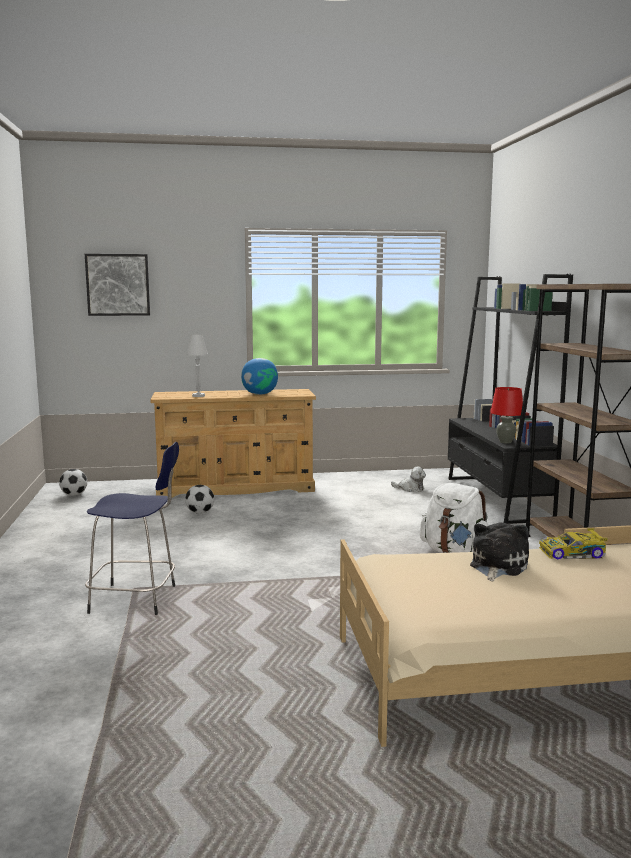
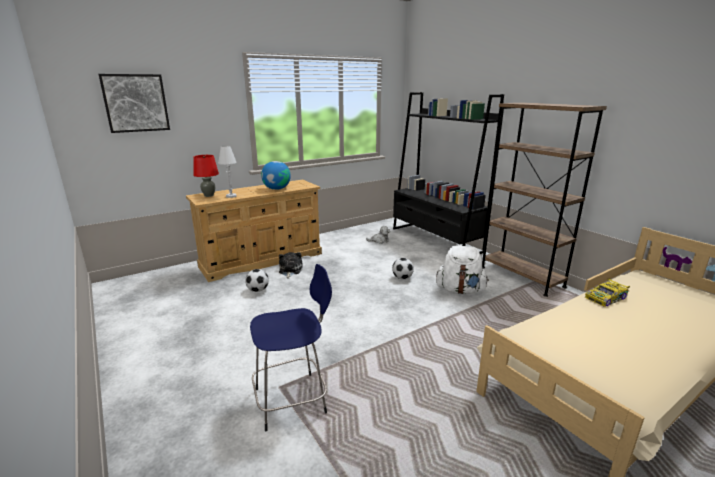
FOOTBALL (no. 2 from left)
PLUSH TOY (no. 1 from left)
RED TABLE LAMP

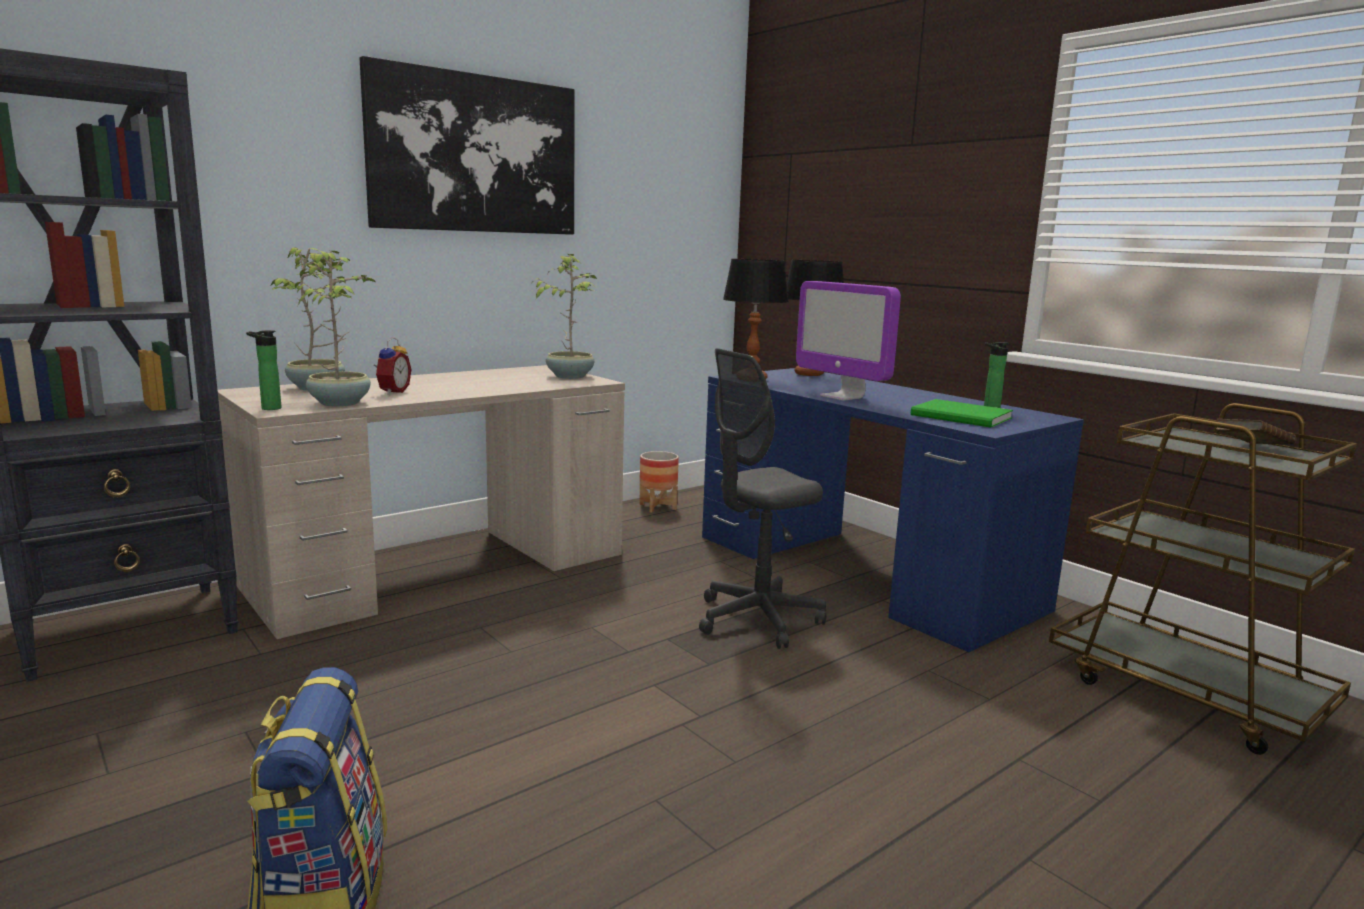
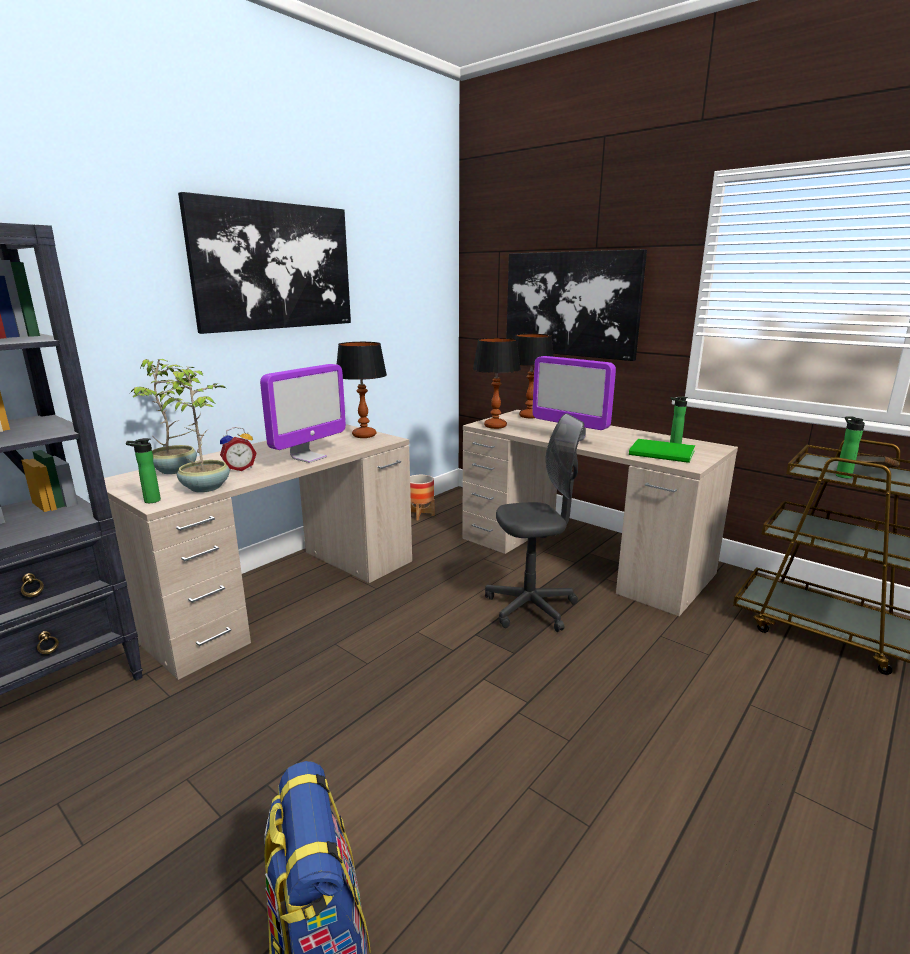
ALARM CLOCK
TABLE LAMP (no. 1 from left)
GREY OFFICE CHAIR
BEIGE DESK (no. 2 from left)
MONITOR (no. 1 from left)
PICTURE (no. 2 from left)
BOTTLE (no. 3 from left)

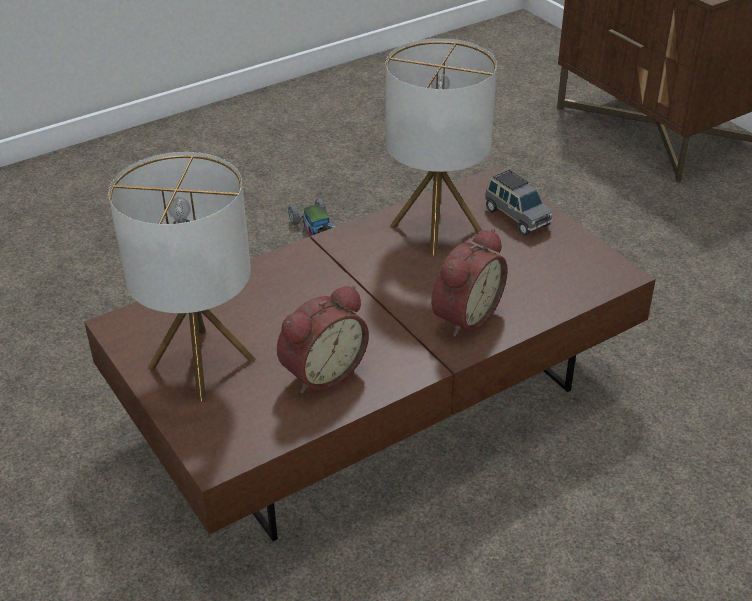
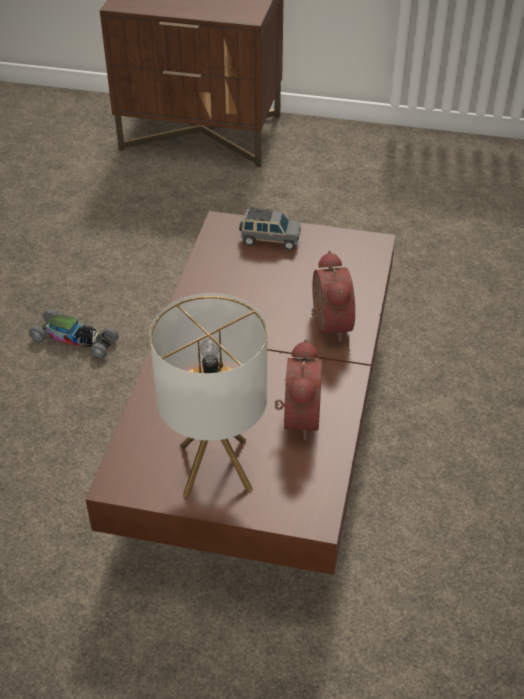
TABLE LAMP (no. 2 from left in the first image)

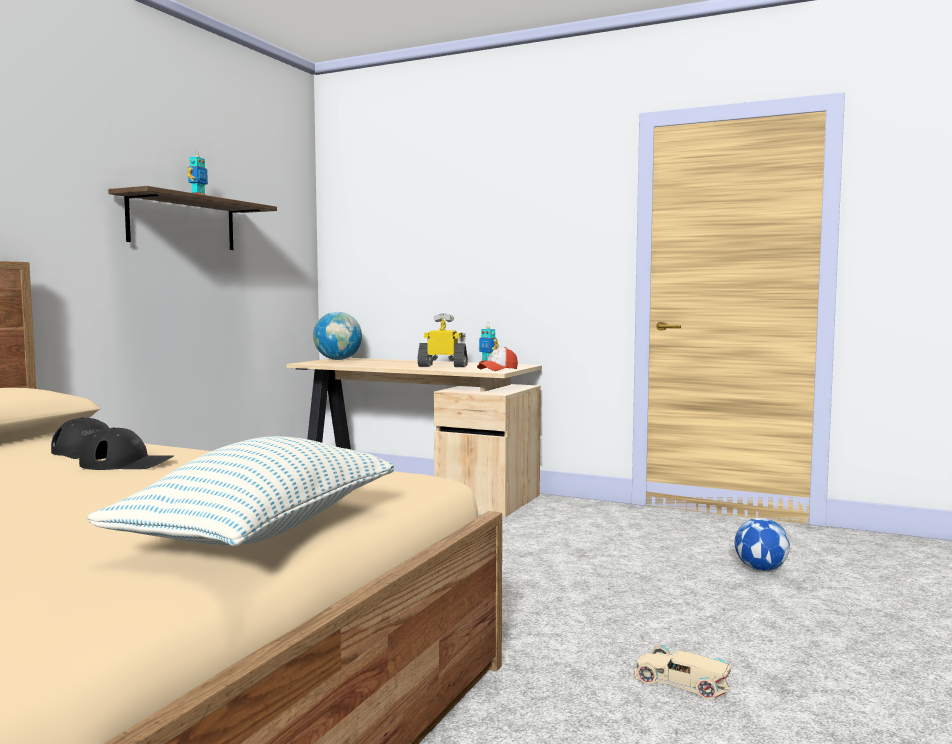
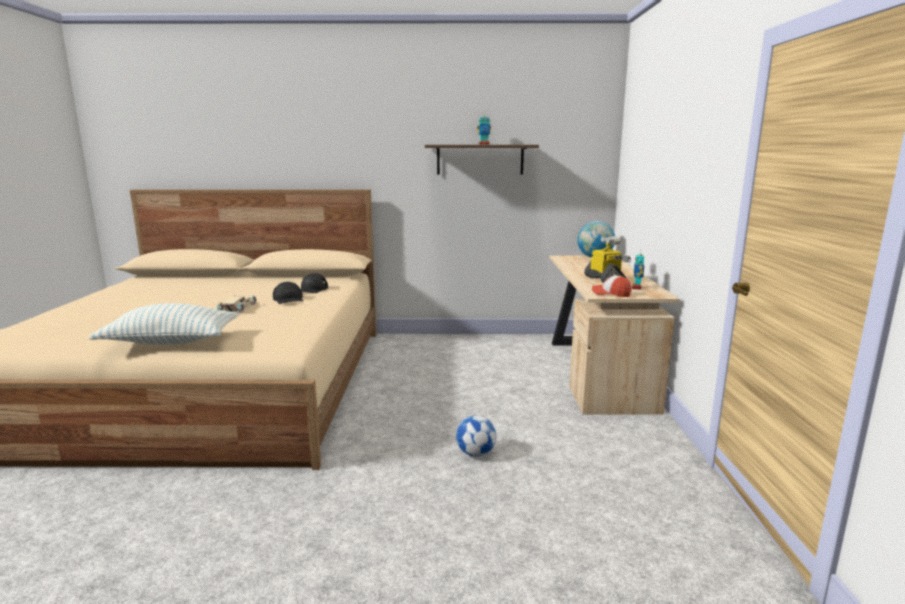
BEIGE TOY CAR
FOOTBALL

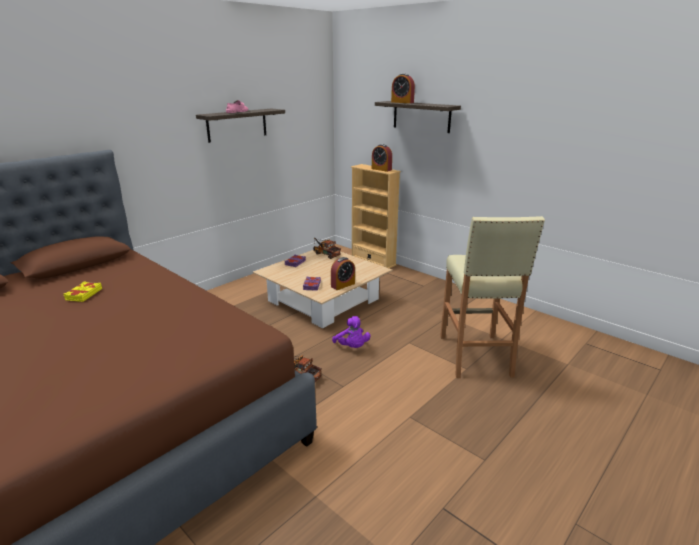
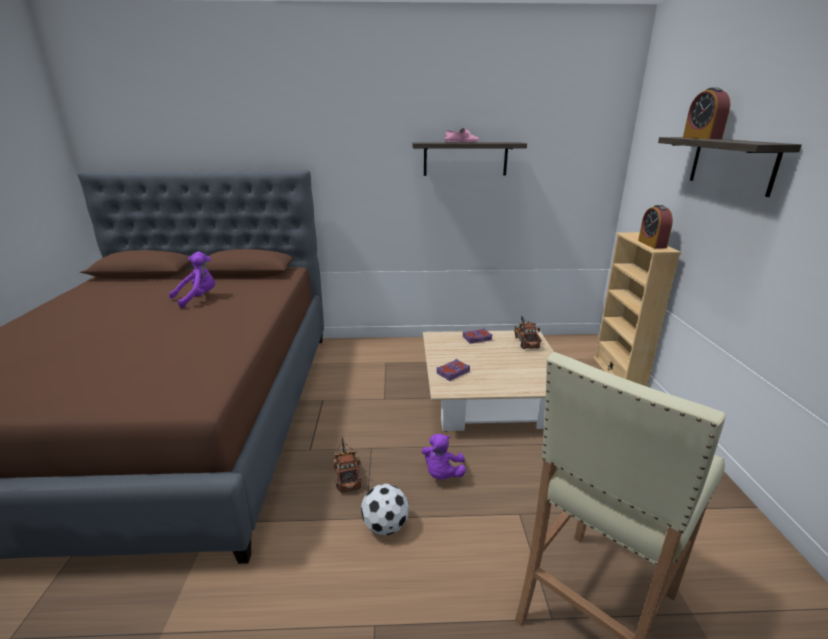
PURPLE PLUSH TOY (no. 1 from left)
ALARM CLOCK (no. 1 from left in the first image)
FOOTBALL

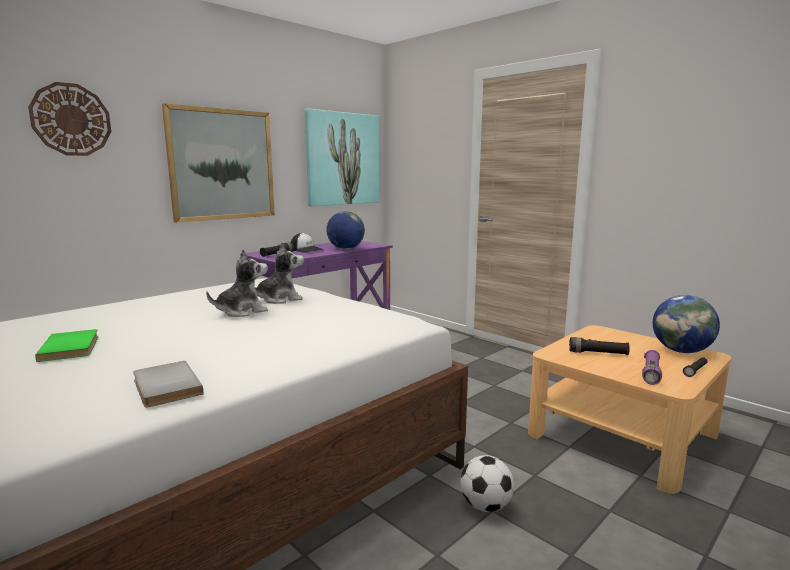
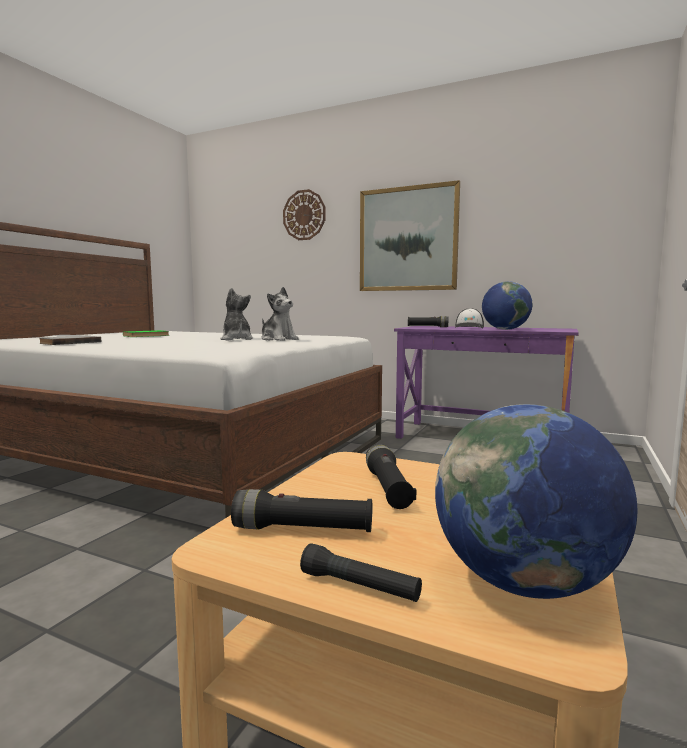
PLUSH TOY (no. 1 from left)
PICTURE (no. 2 from left in the first image)
FOOTBALL
BLACK FLASHLIGHT (no. 1 from left)

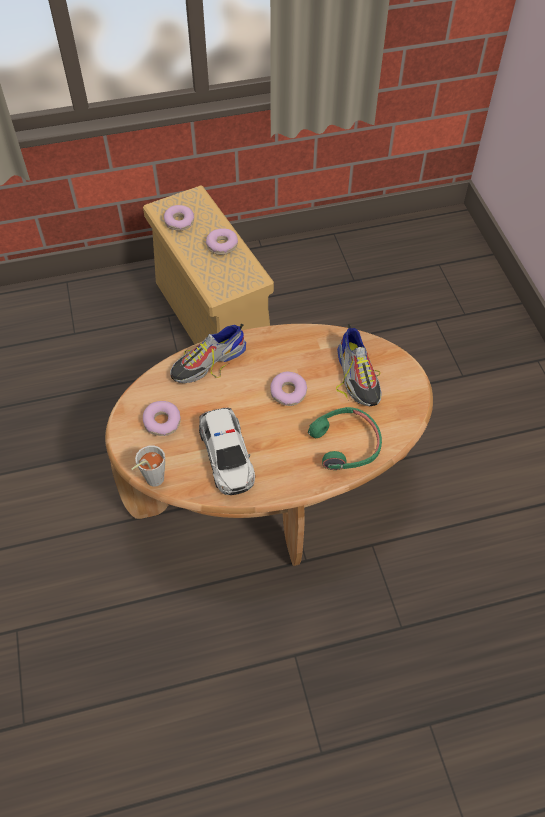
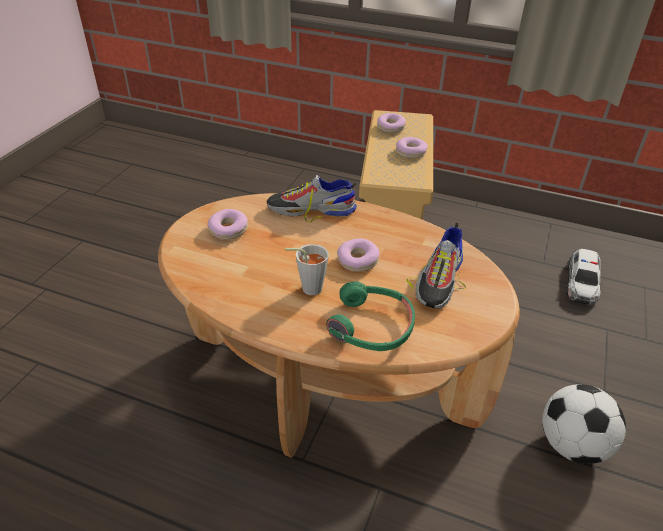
GREY CUP
TOY CAR
FOOTBALL

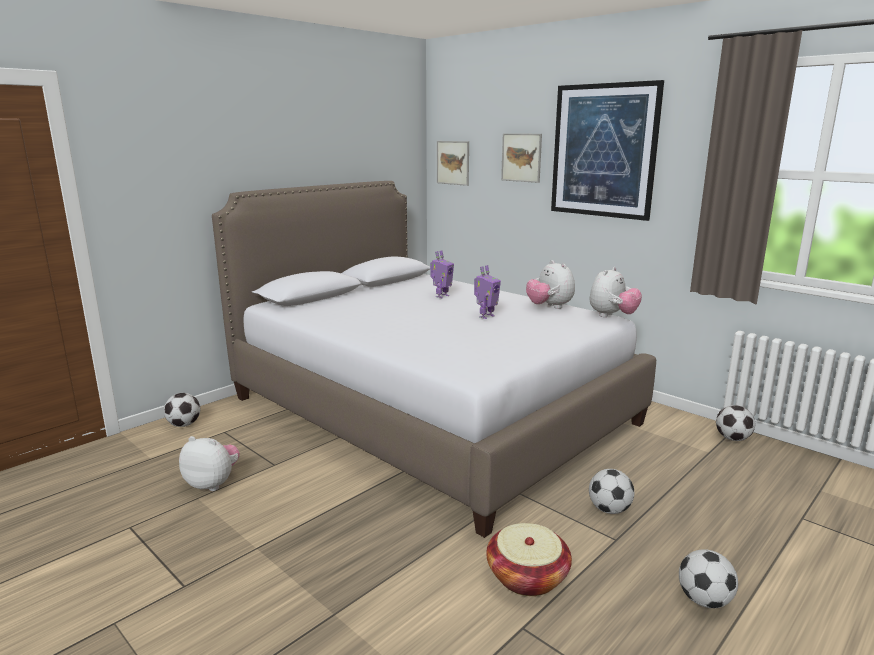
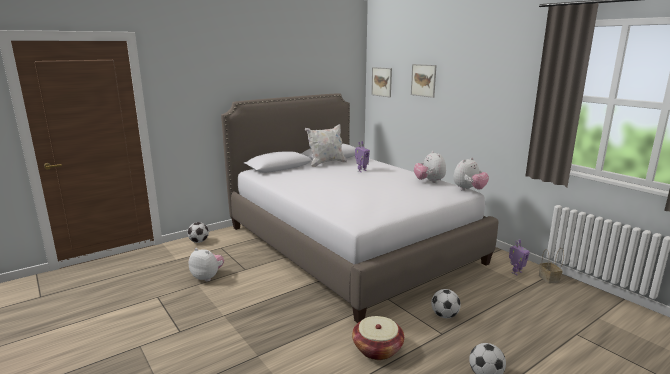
TOY ROBOT (no. 2 from left)
PICTURE (no. 3 from left in the first image)
BASKET (no. 2 from left)
WHITE PILLOW

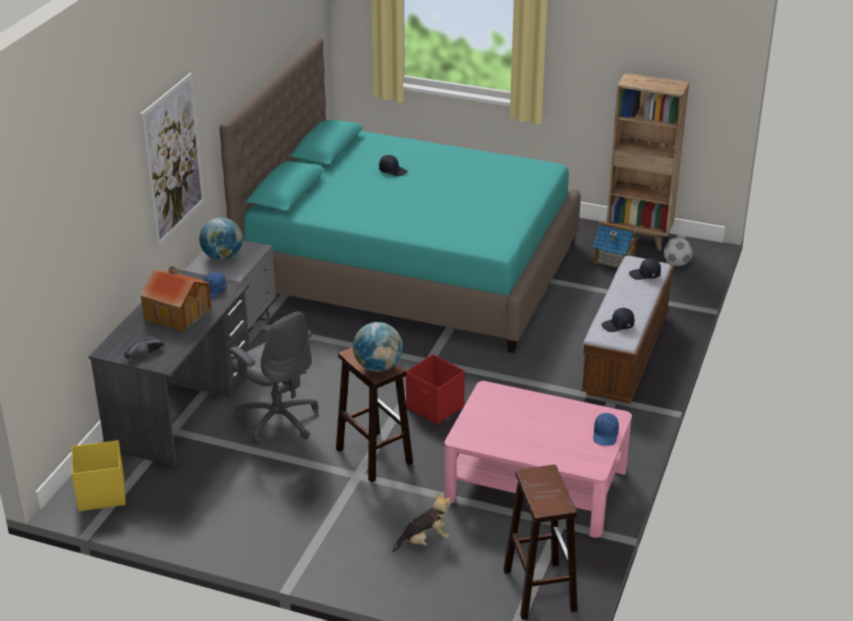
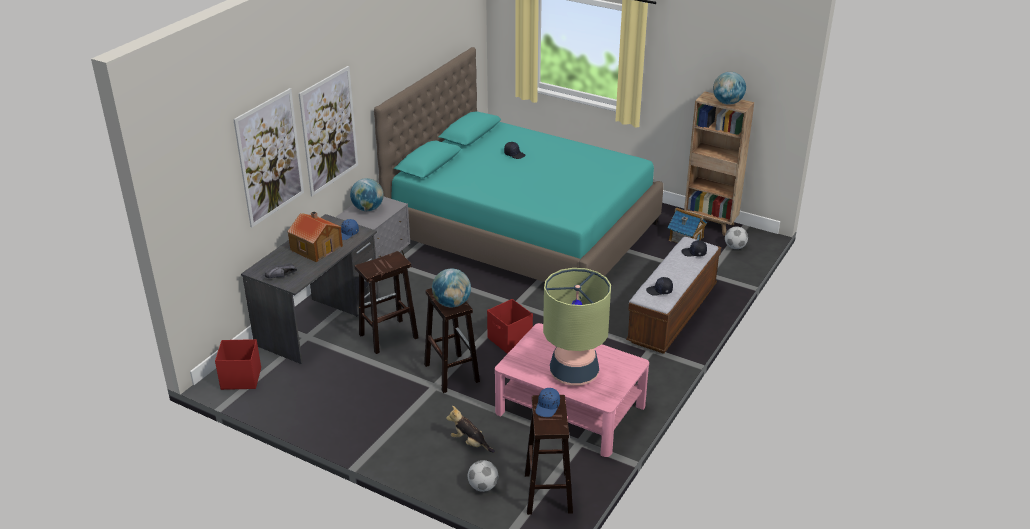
RED STORAGE BOX (no. 1 from left)
BROWN STOOL (no. 1 from left)
PLUSH TOY
BLUE CAP (no. 2 from left)
PICTURE (no. 1 from left)
FOOTBALL (no. 1 from left)
TABLE LAMP
GLOBE (no. 3 from left)

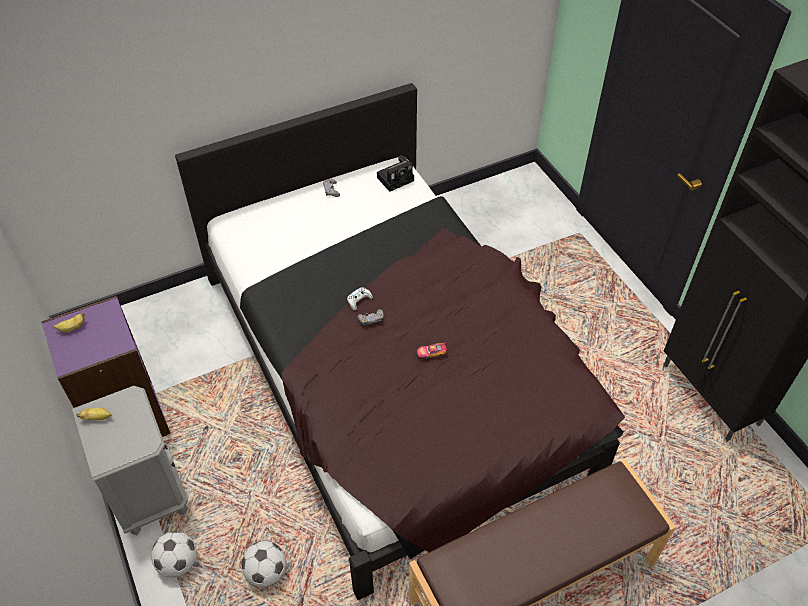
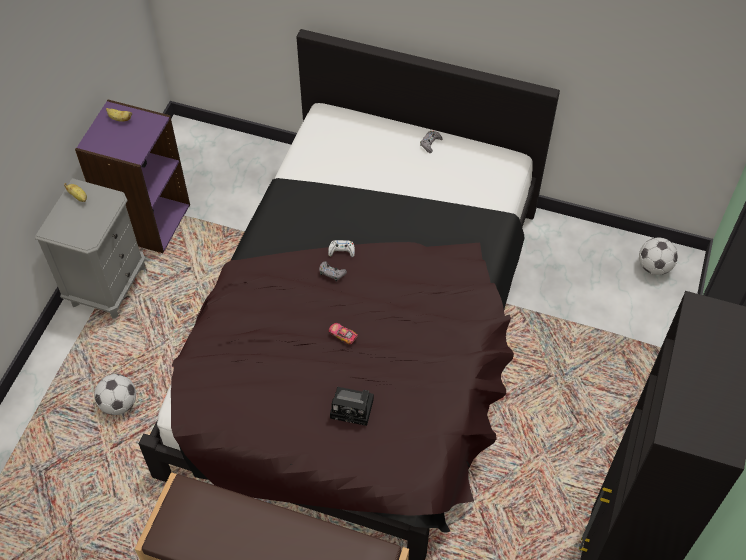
FOOTBALL (no. 2 from left)
PHOTO CAMERA

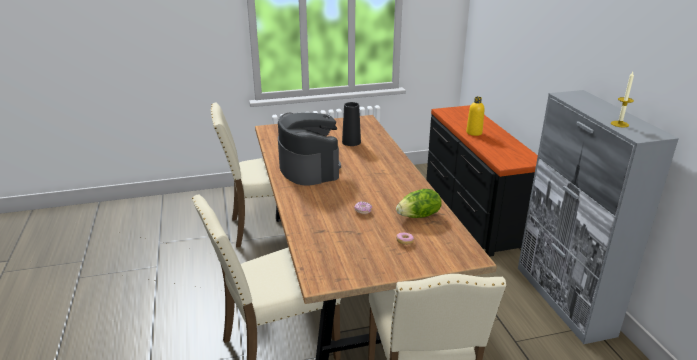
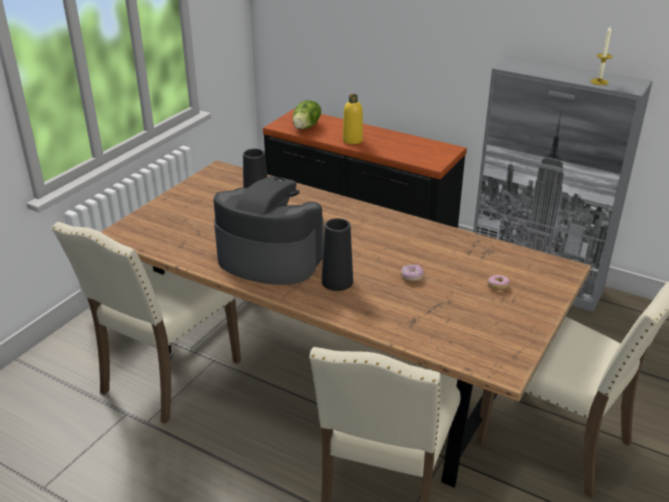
LETTUCE
BLACK VASE (no. 2 from left)

